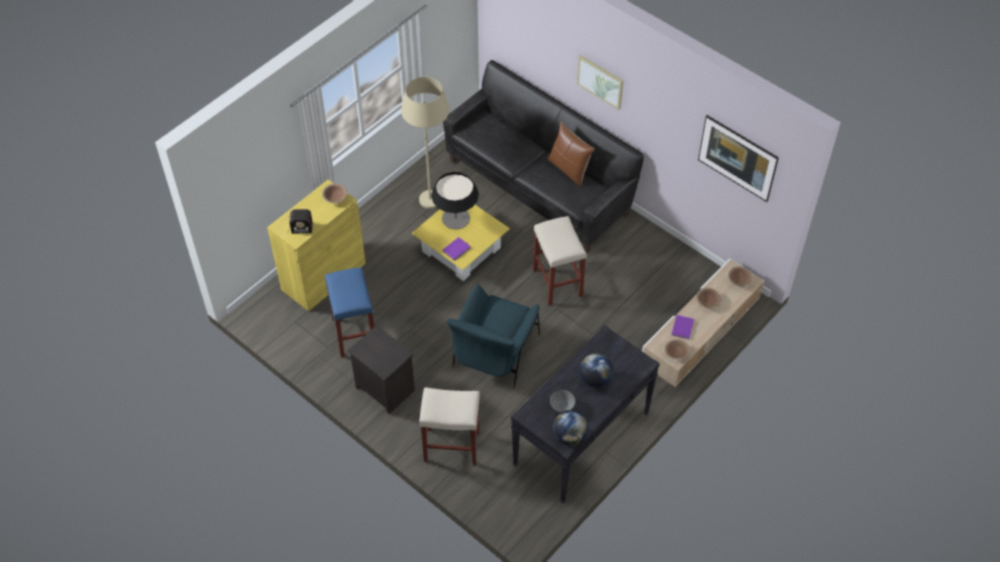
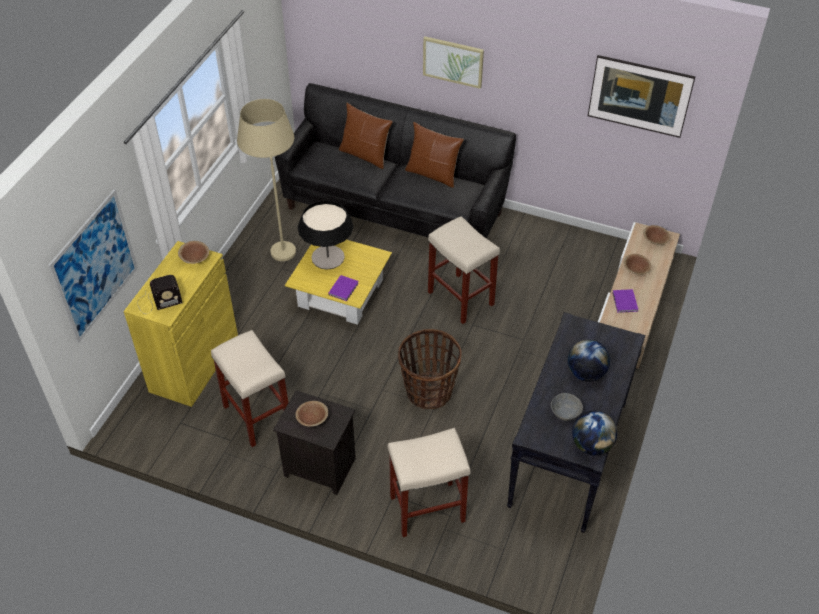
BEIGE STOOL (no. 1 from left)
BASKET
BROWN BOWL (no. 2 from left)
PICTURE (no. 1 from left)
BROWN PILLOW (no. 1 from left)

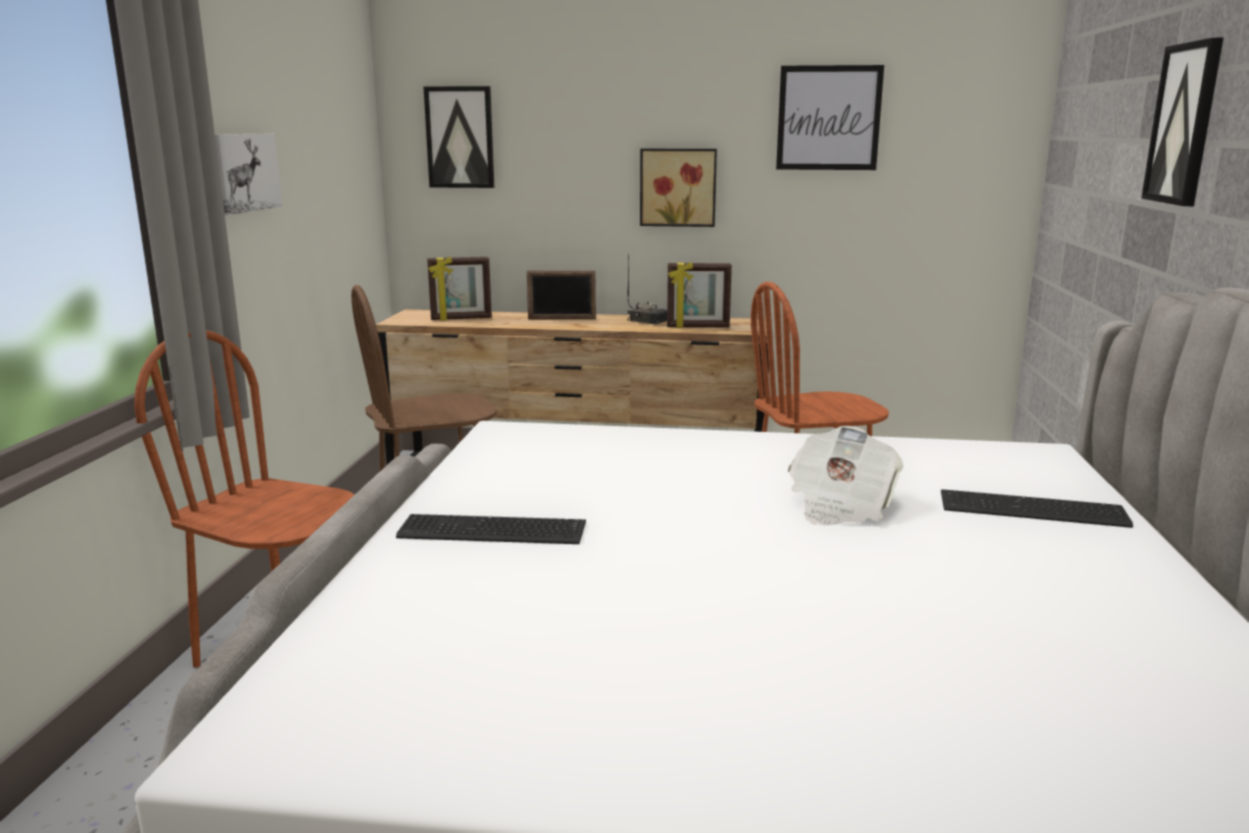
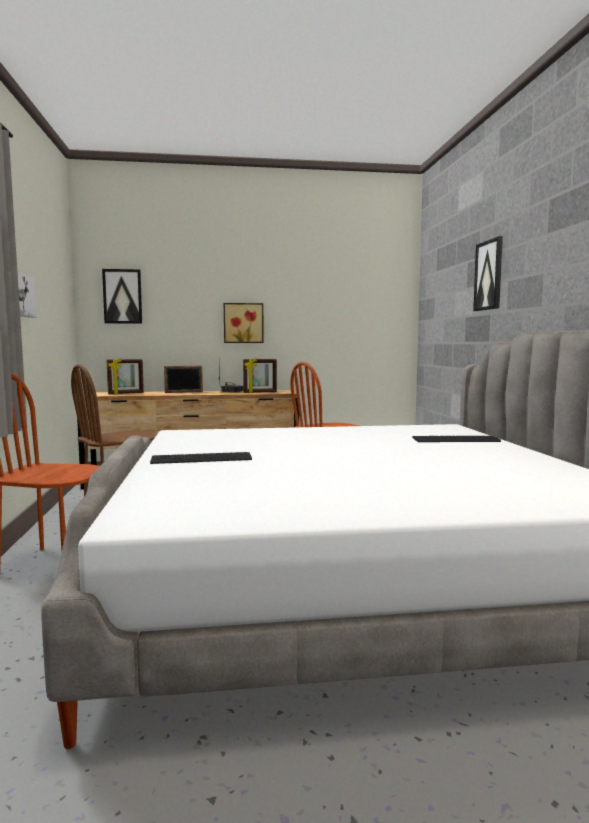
PICTURE (no. 4 from left in the first image)
NEWSPAPER

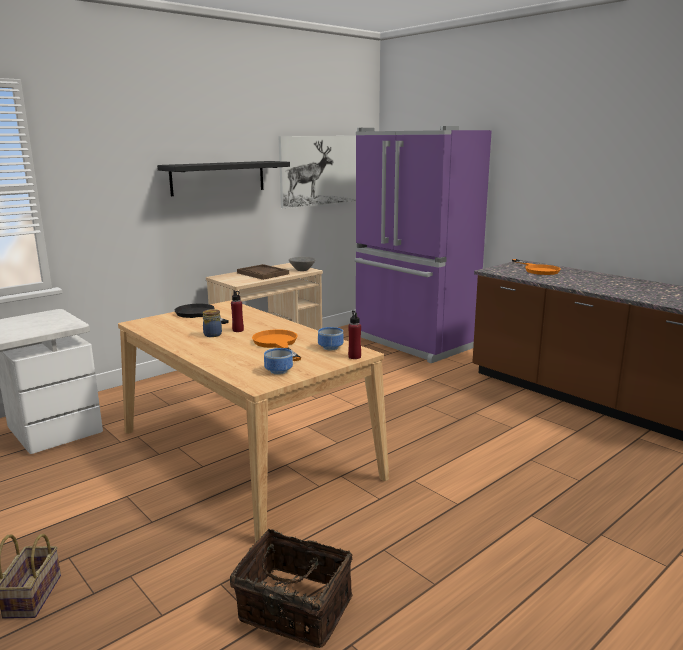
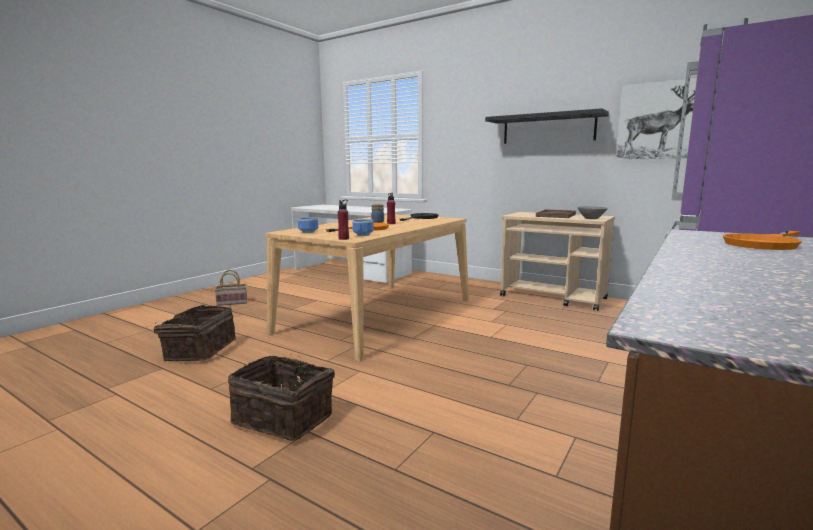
BASKET (no. 3 from left)

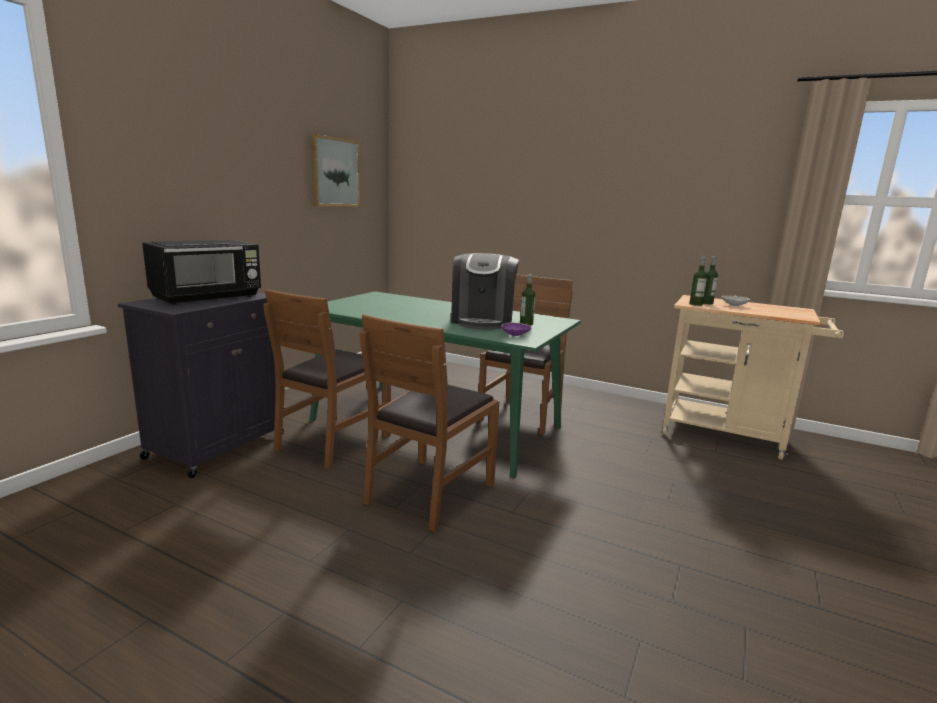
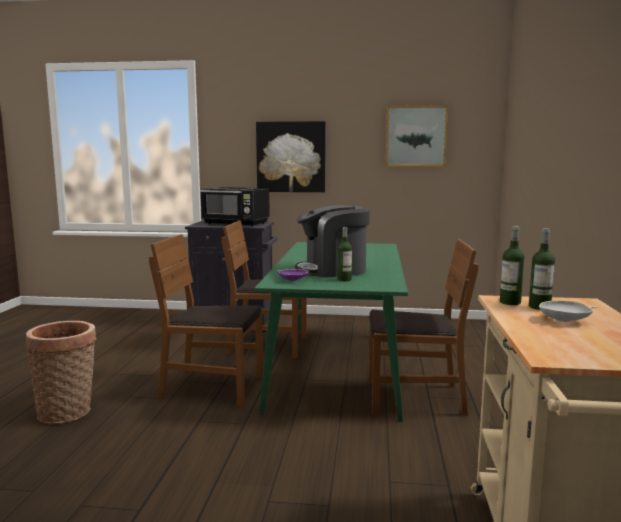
BASKET
PICTURE (no. 1 from left)

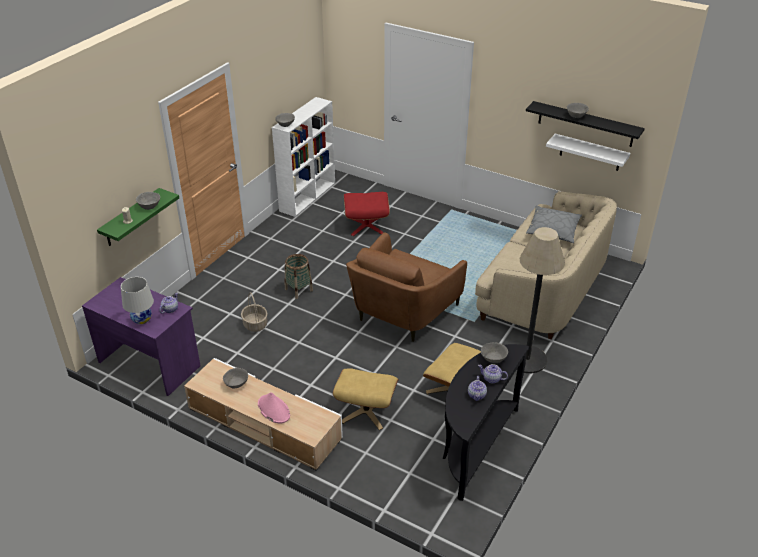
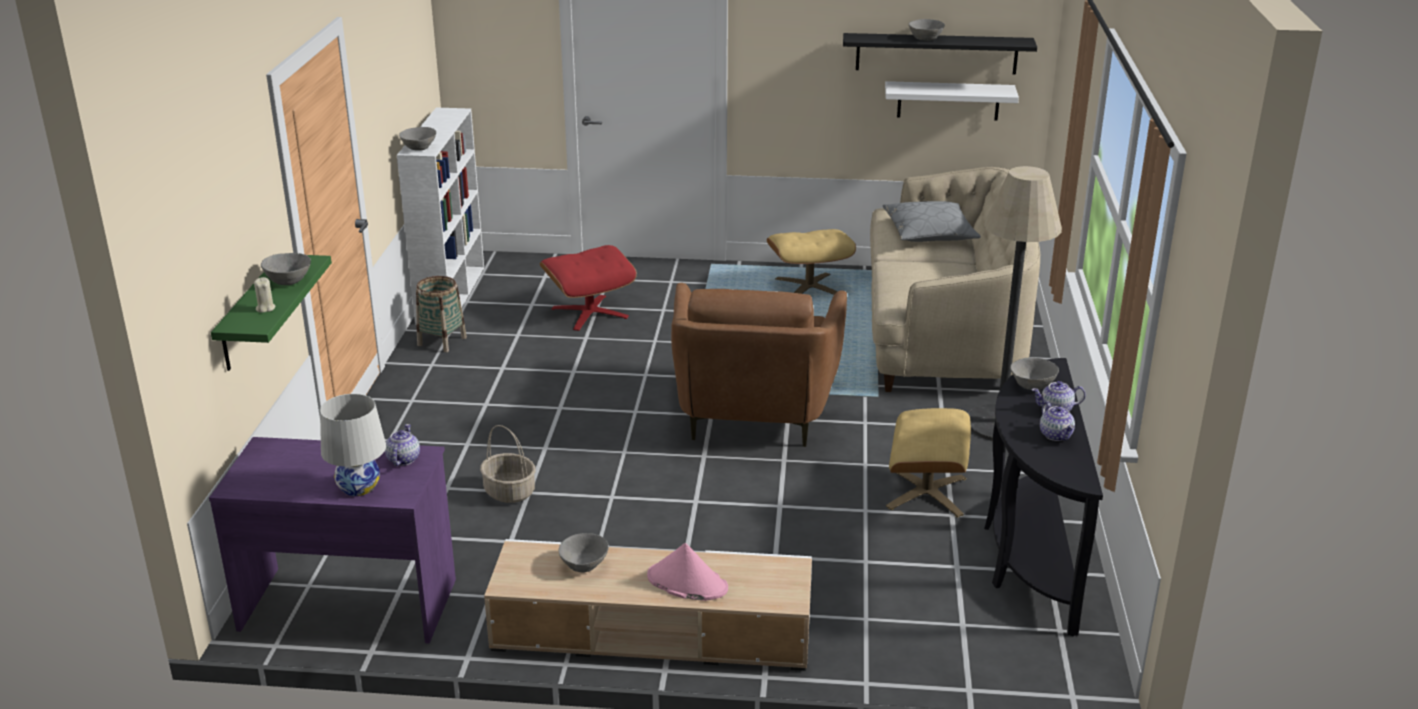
BASKET (no. 1 from left)
BEIGE OTTOMAN (no. 1 from left)

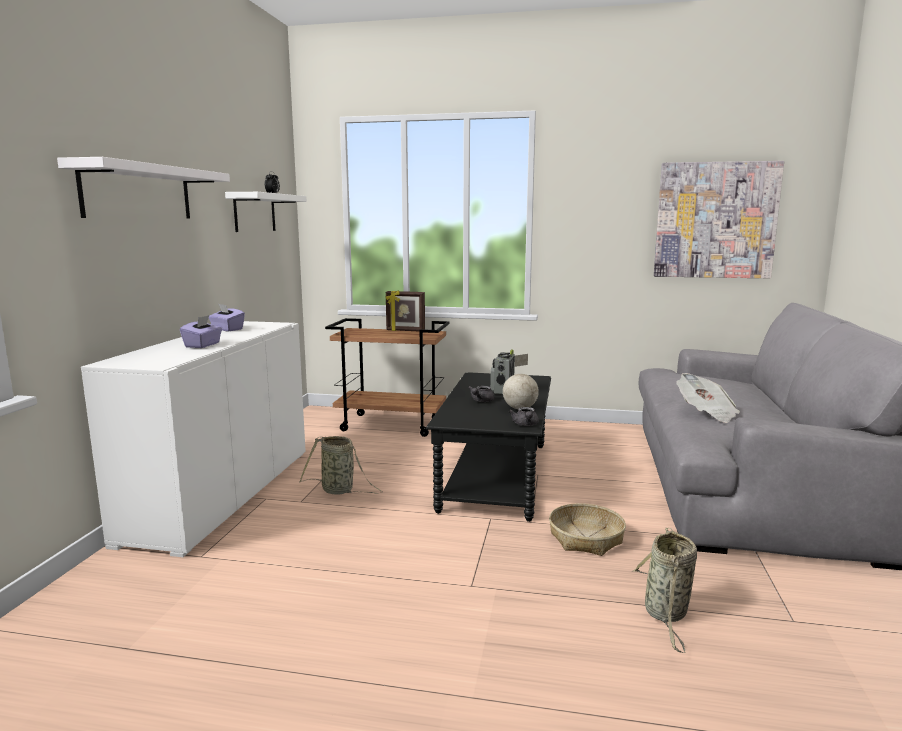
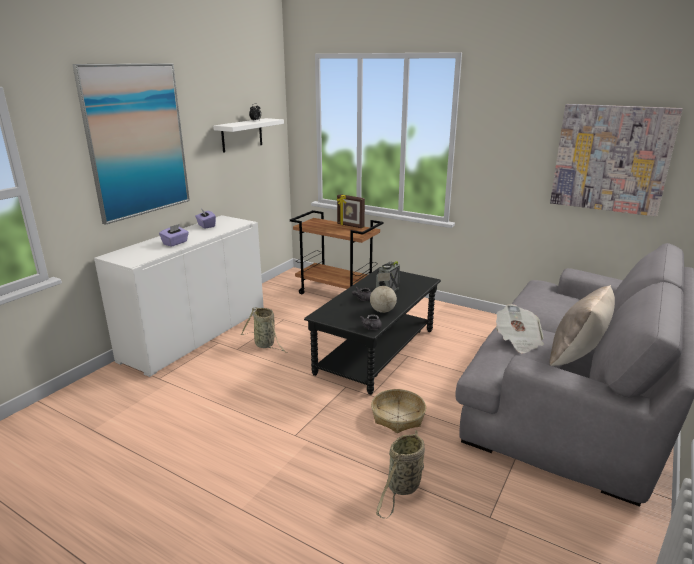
PICTURE (no. 1 from left)
BEIGE PILLOW

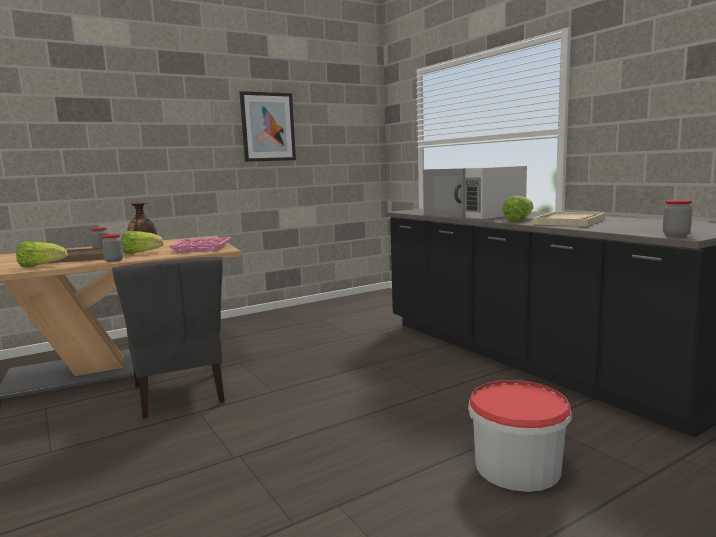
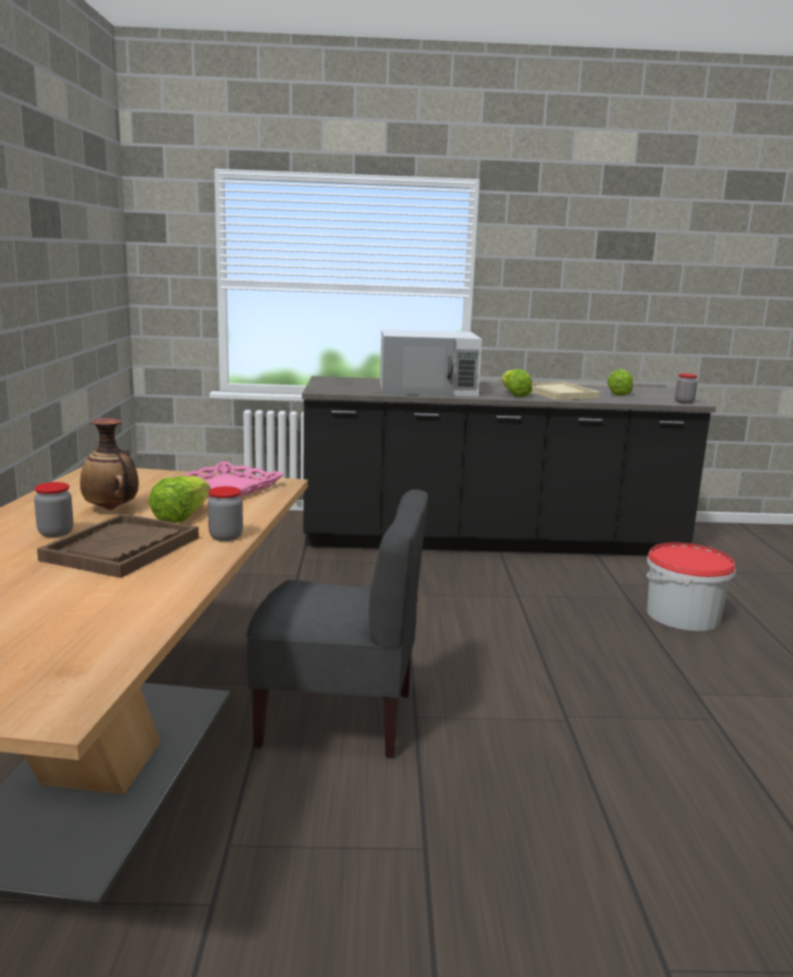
LETTUCE (no. 3 from left)
PICTURE

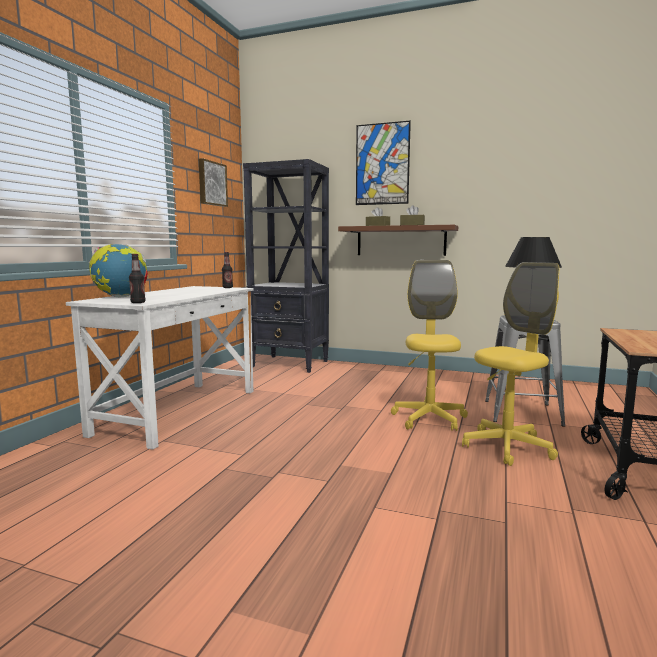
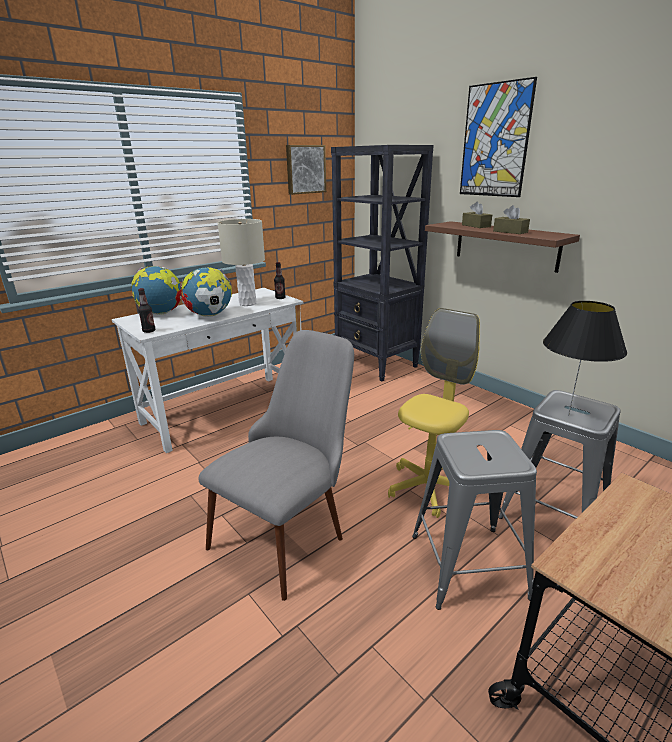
GREY STOOL (no. 1 from left)
GLOBE (no. 2 from left)
GREY CHAIR
BEIGE TABLE LAMP

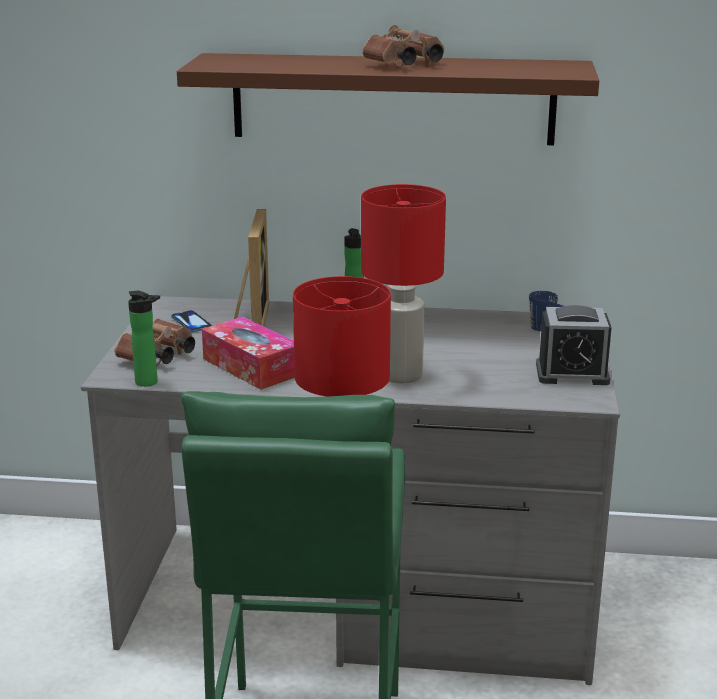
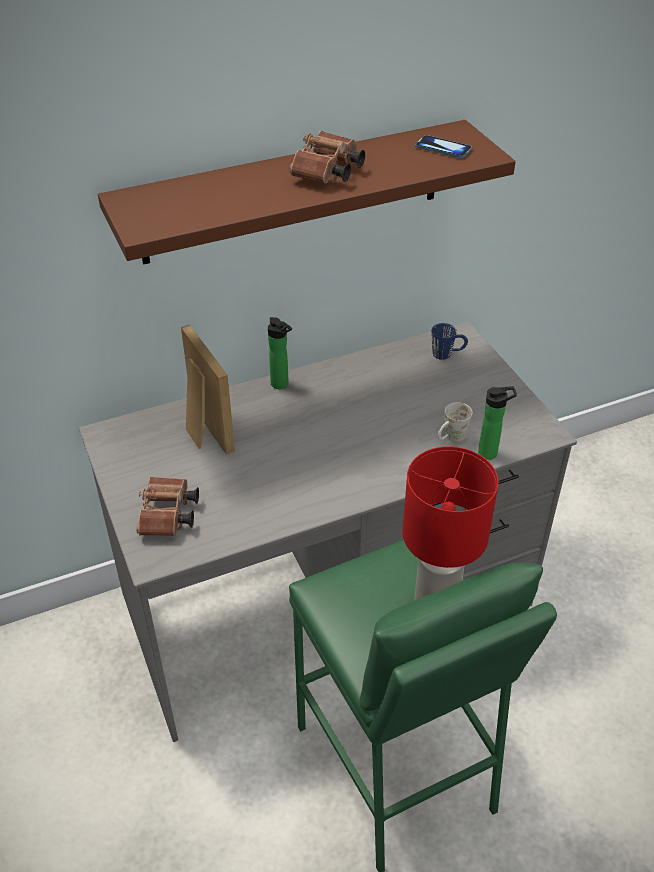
BOTTLE (no. 2 from left)
PHONE
TISSUE BOX
RED TABLE LAMP (no. 2 from left in the first image)
ALARM CLOCK
WHITE MUG

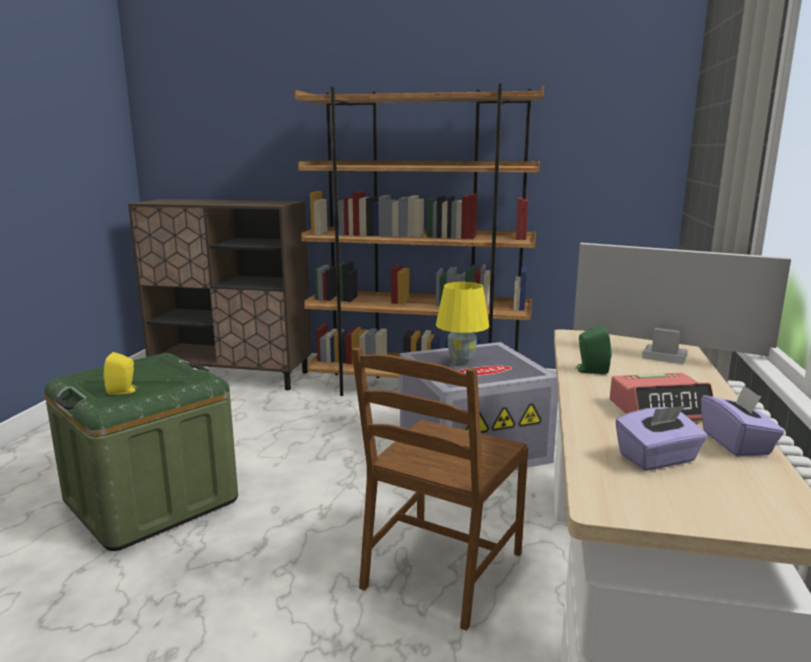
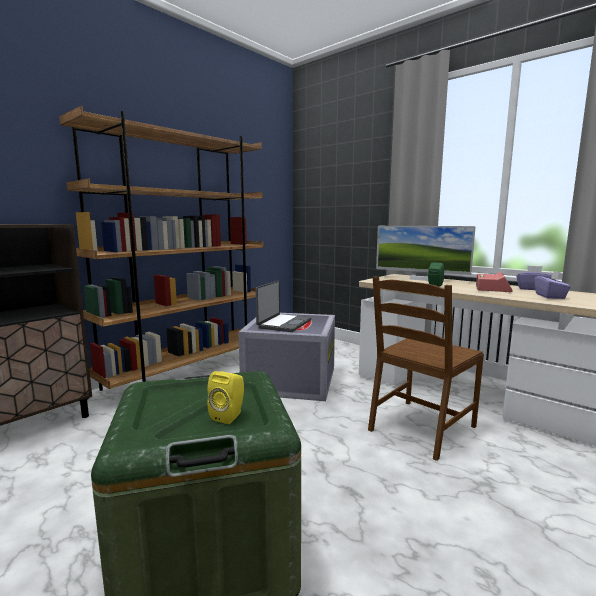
BROWN CHAIR
LAPTOP
MONITOR

